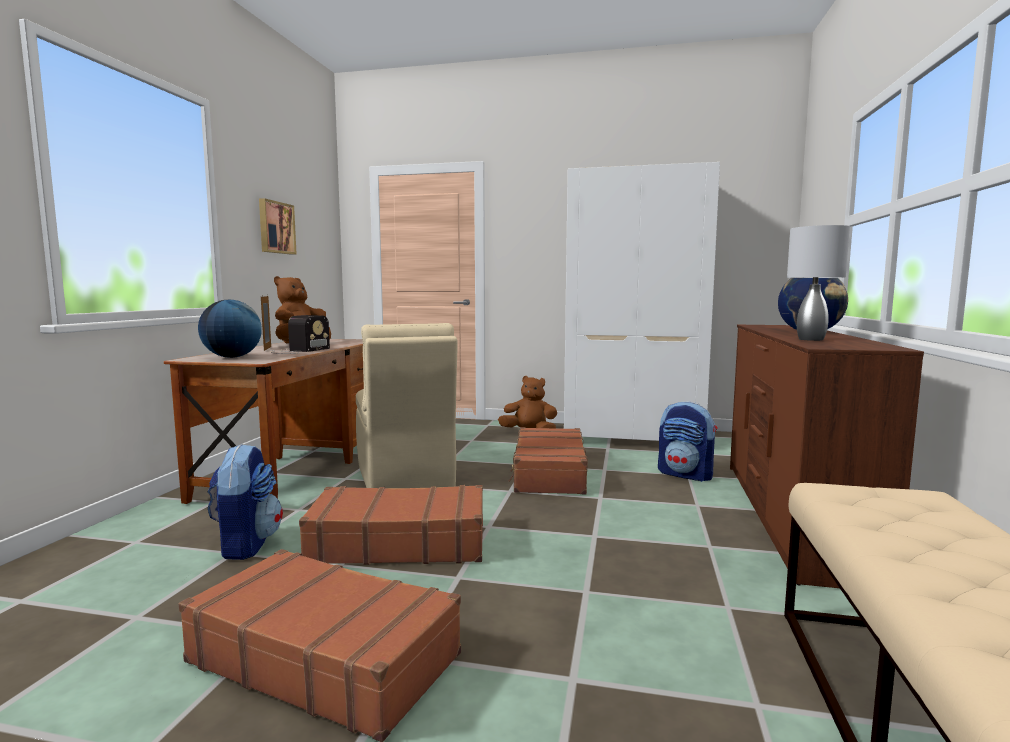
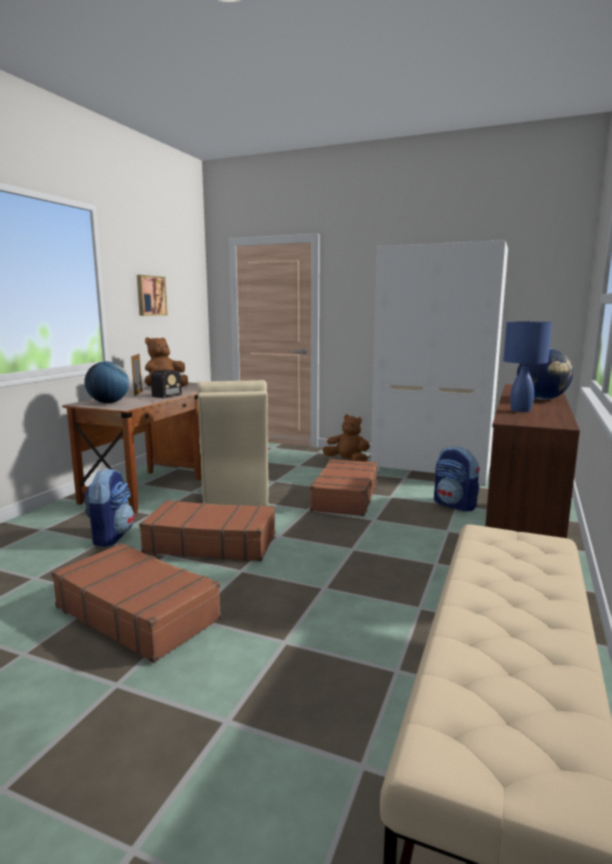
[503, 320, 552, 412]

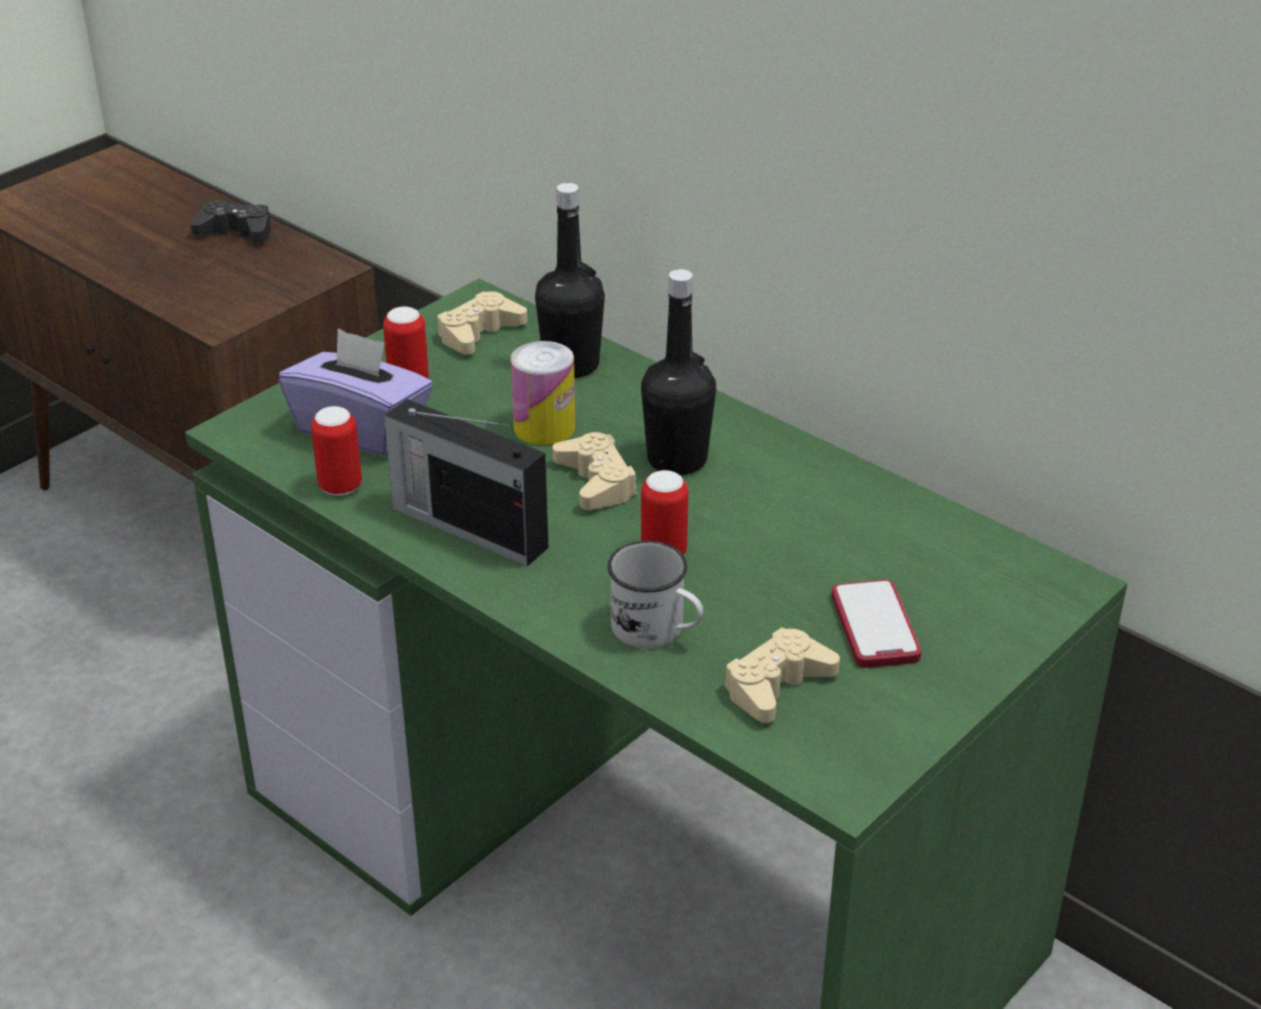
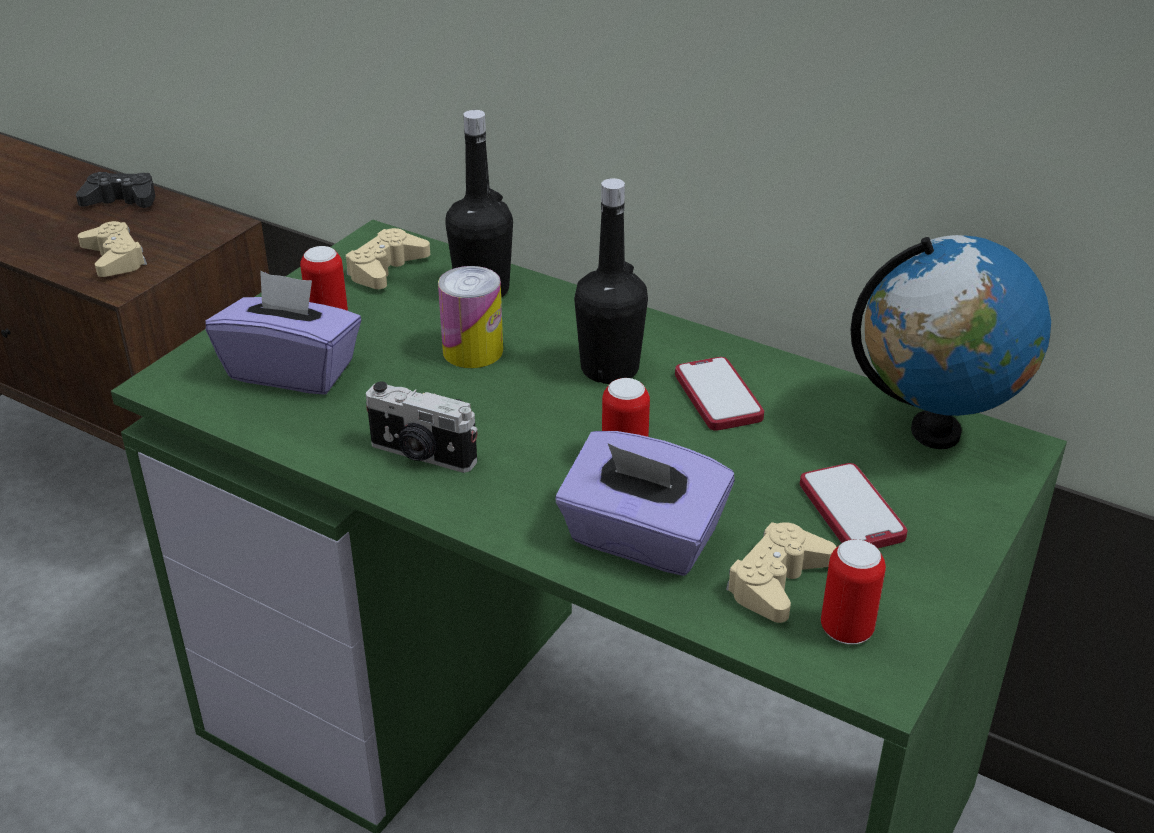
[675, 357, 764, 431]
[851, 235, 1051, 449]
[821, 539, 886, 645]
[78, 221, 147, 277]
[366, 381, 478, 473]
[556, 431, 735, 576]

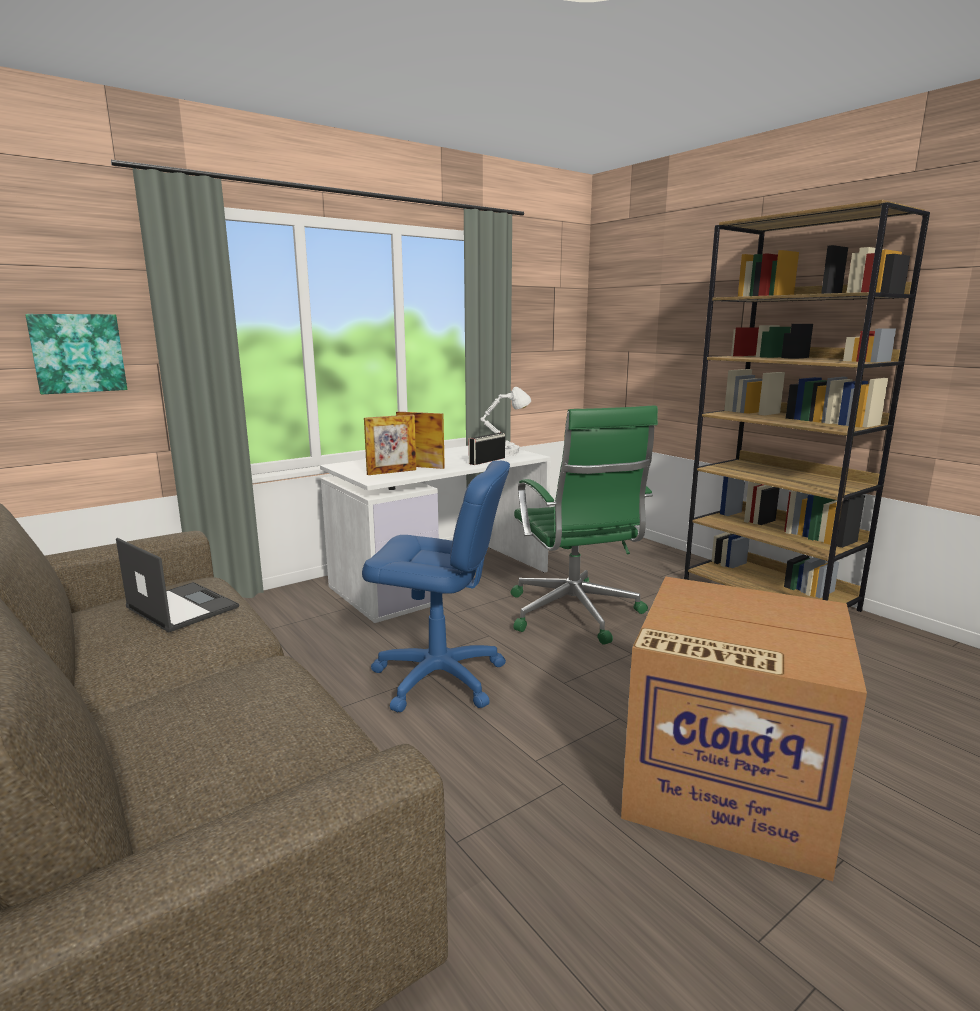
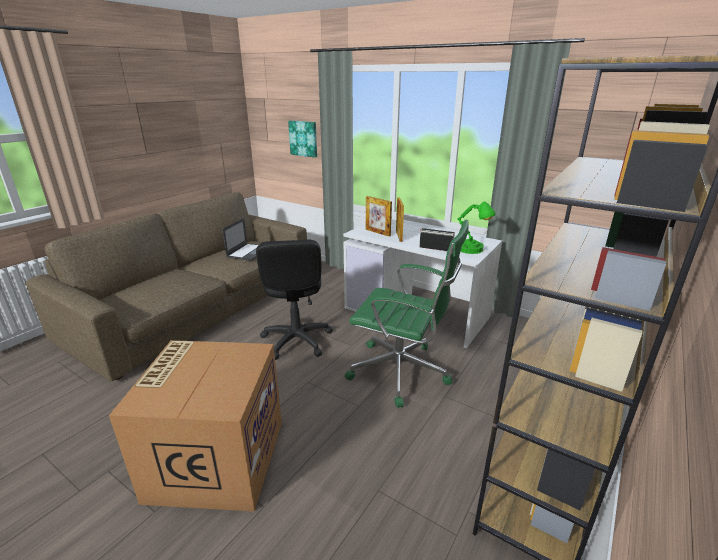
[256, 239, 333, 360]
[457, 201, 496, 254]
[345, 220, 469, 408]

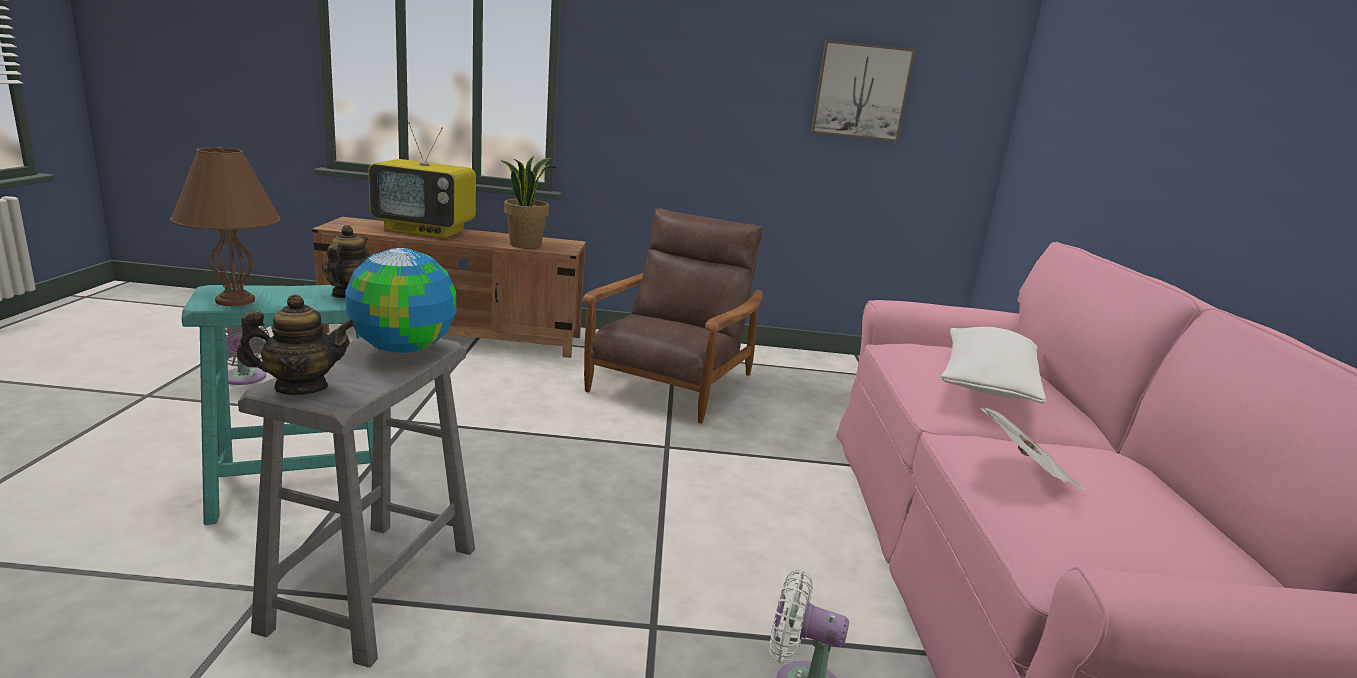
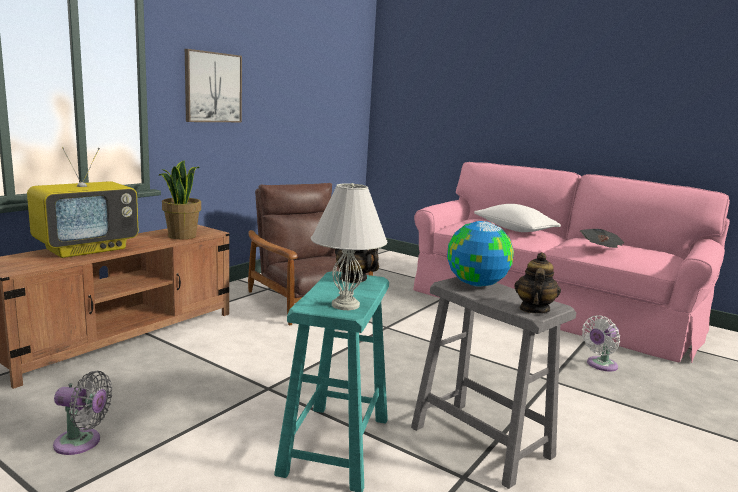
[185, 49, 242, 122]
[311, 183, 387, 310]

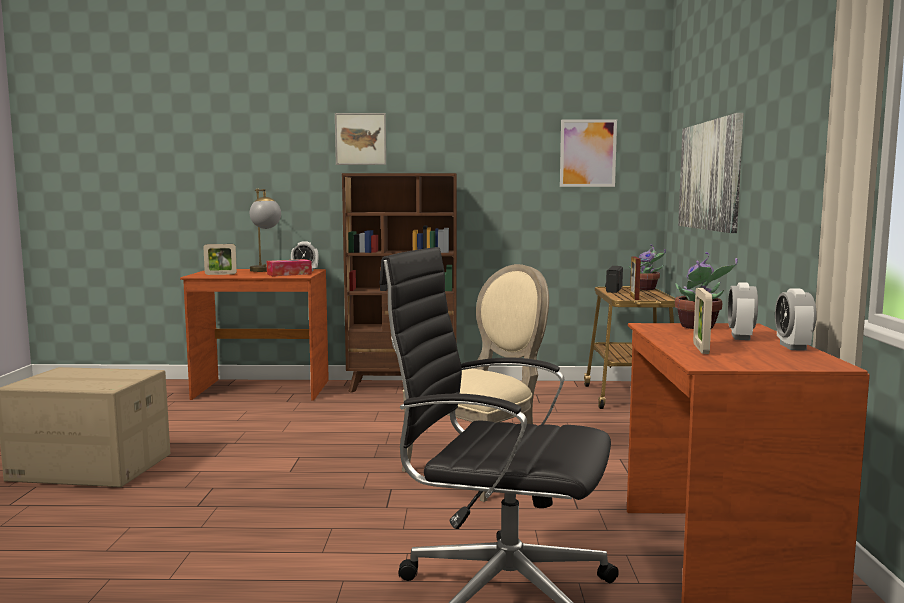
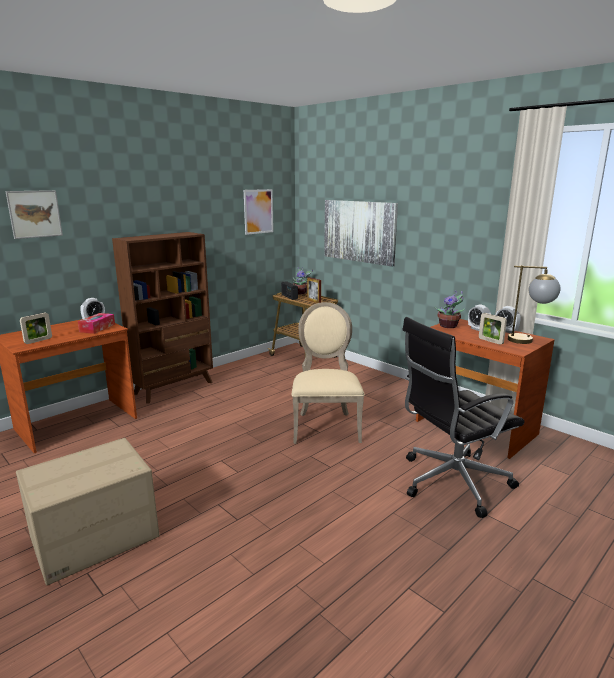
[508, 265, 561, 344]
[6, 190, 63, 239]

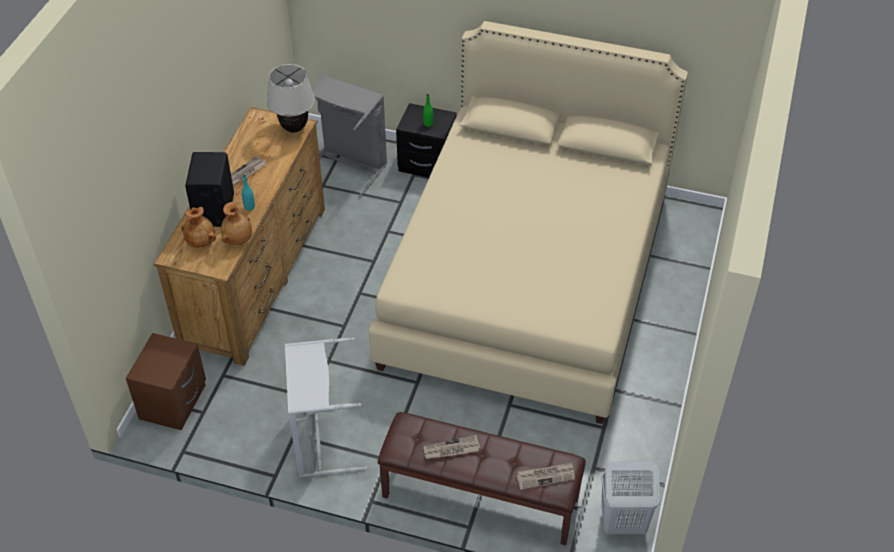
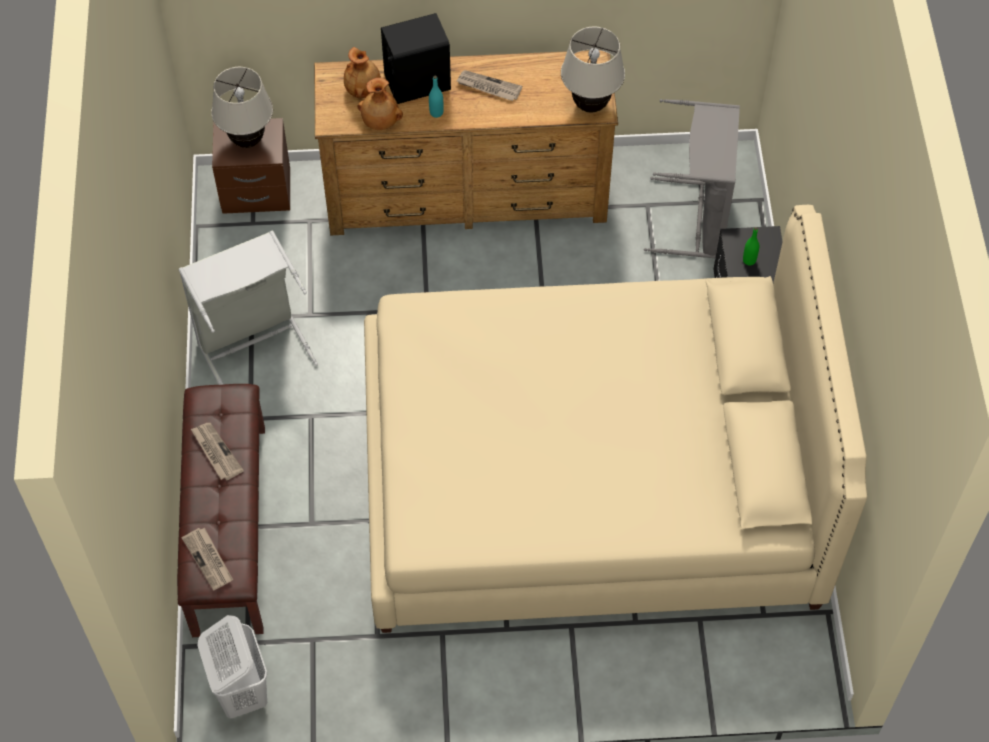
[211, 67, 273, 148]

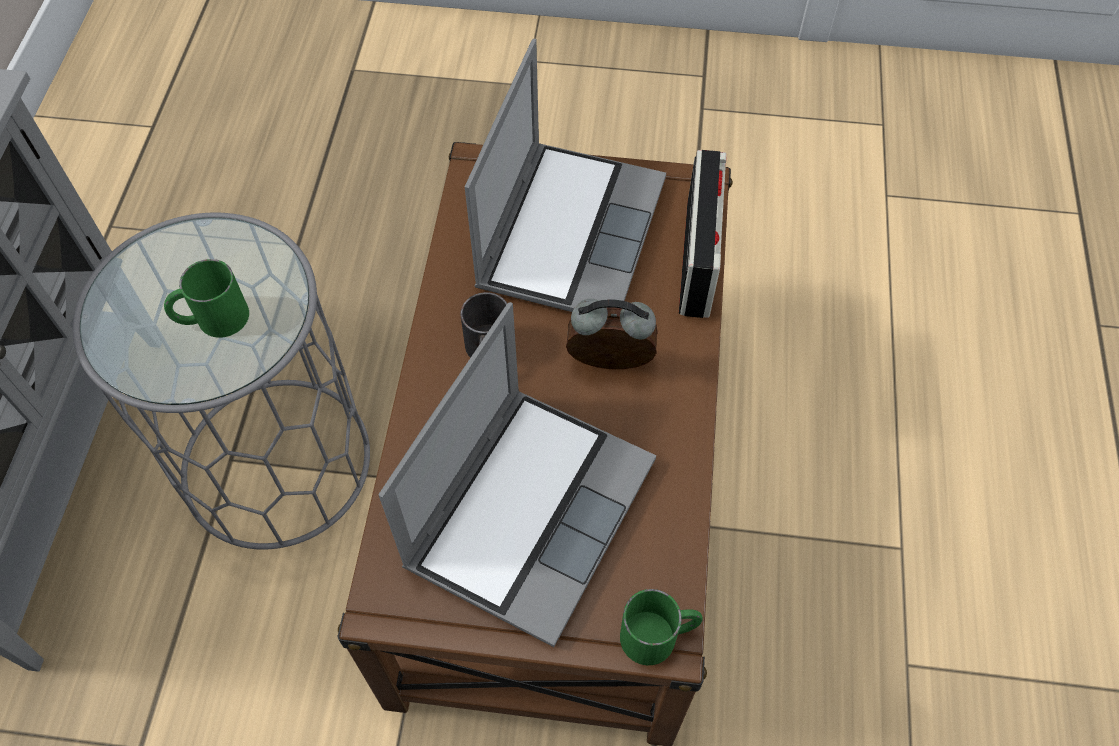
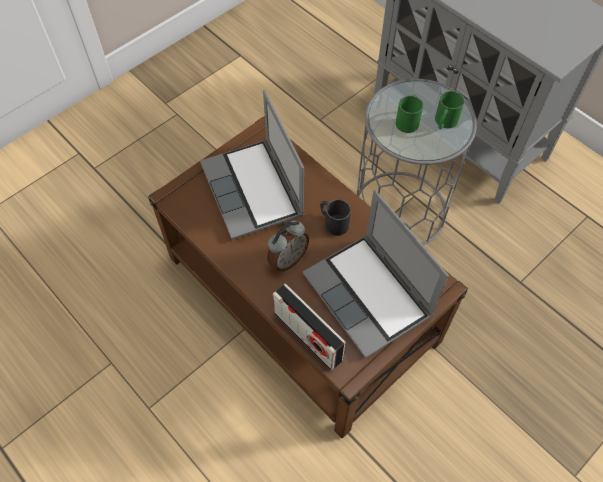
[435, 91, 464, 129]

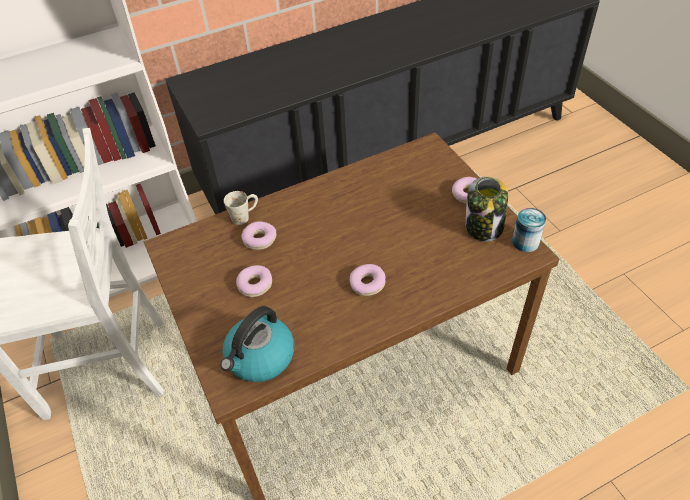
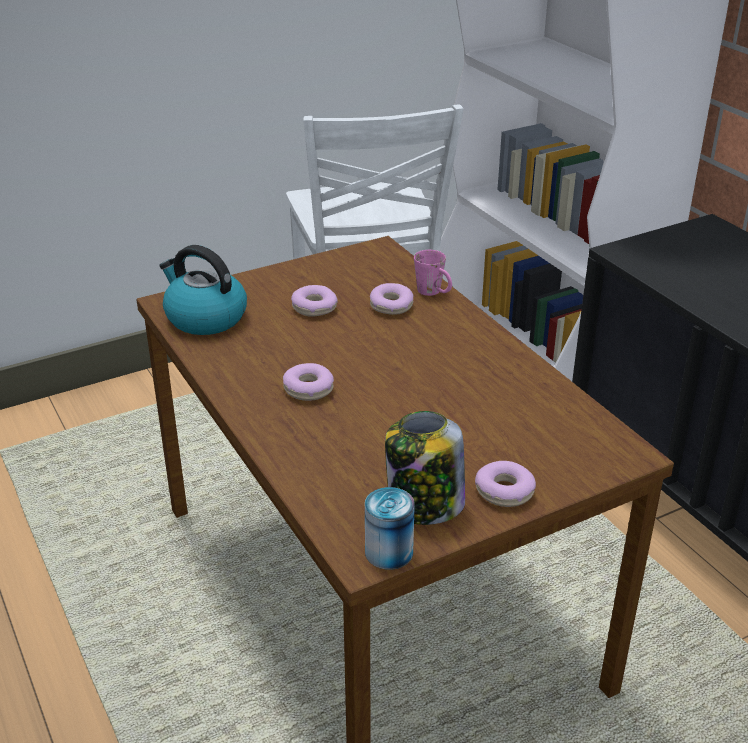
[414, 250, 452, 296]

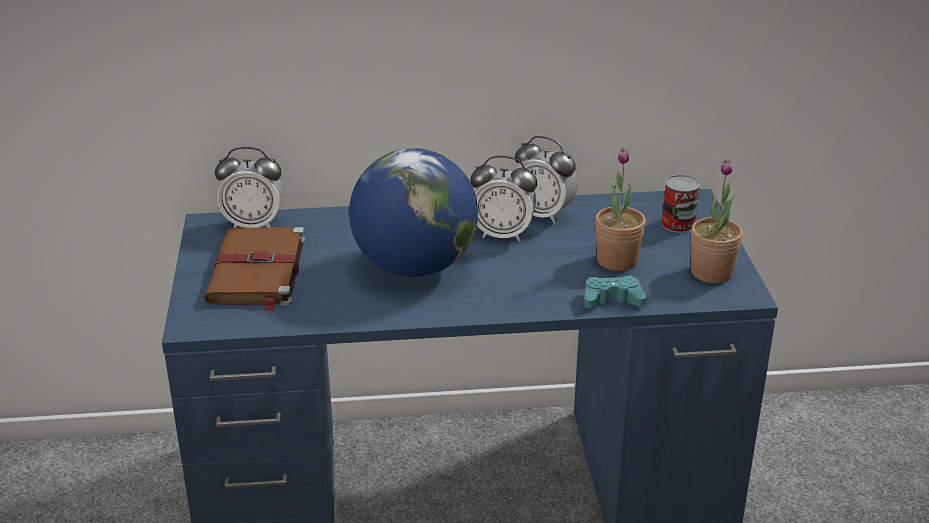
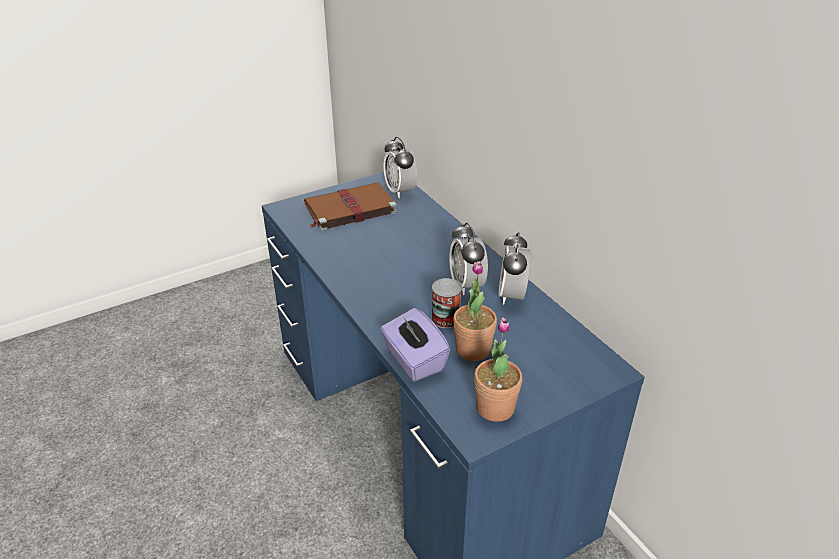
[349, 148, 478, 277] (first image)
[432, 278, 462, 328]
[381, 308, 450, 382]

